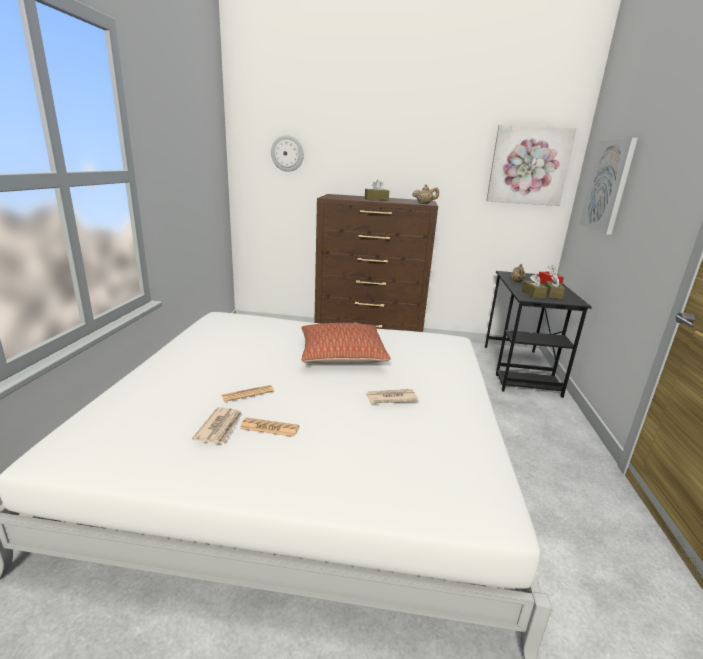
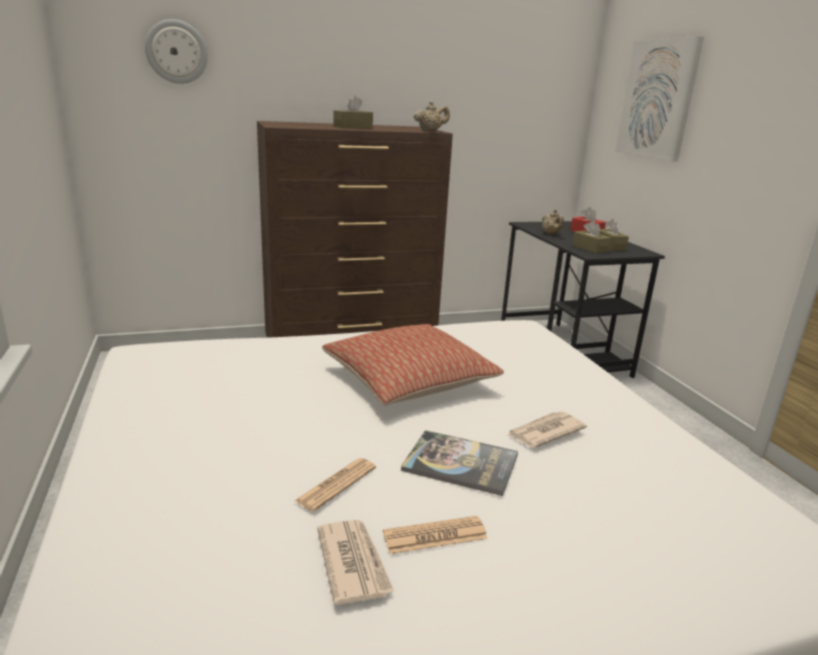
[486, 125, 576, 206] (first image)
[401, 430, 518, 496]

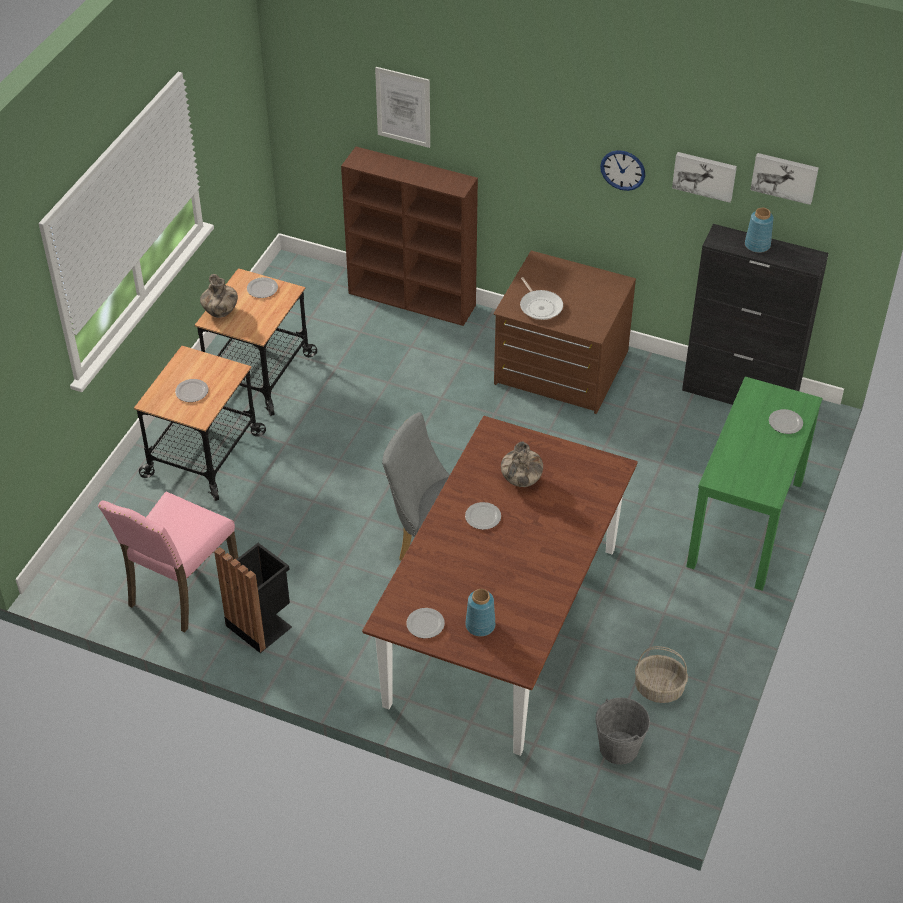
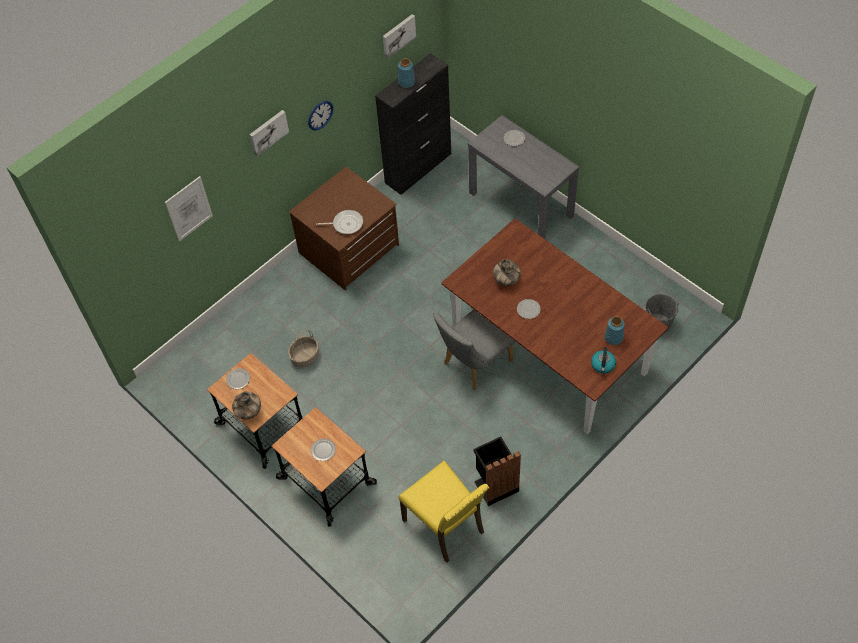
[341, 147, 478, 326] (first image)
[288, 330, 319, 368]
[250, 110, 289, 156]
[591, 347, 616, 374]
[398, 461, 489, 563]
[468, 115, 579, 239]

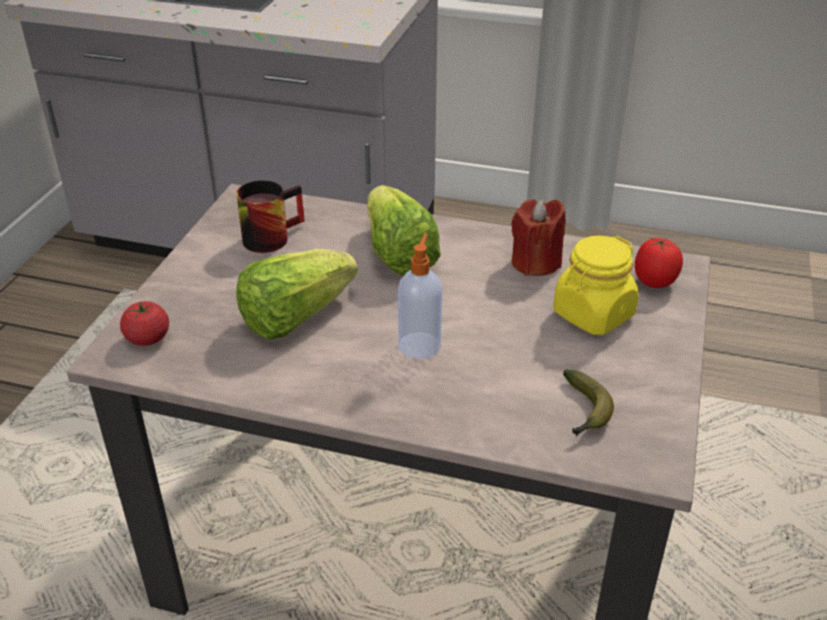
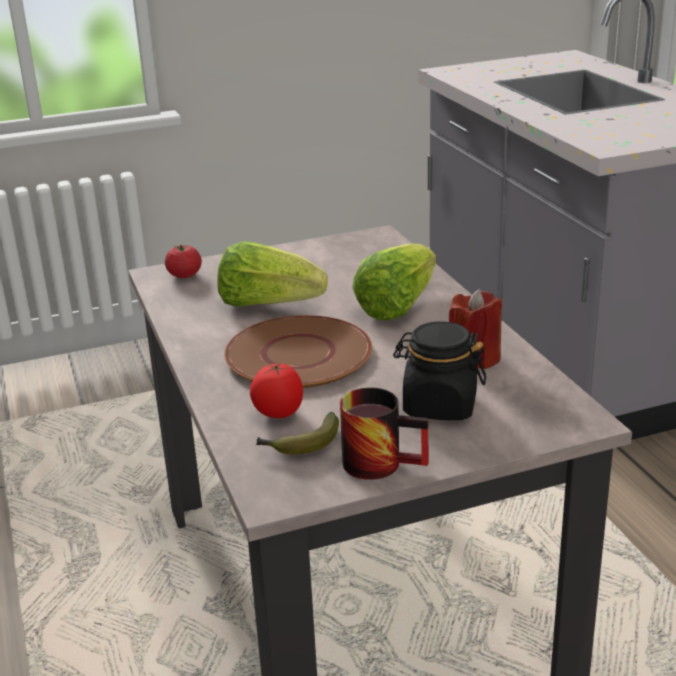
[340, 387, 429, 480]
[250, 362, 303, 418]
[224, 315, 372, 388]
[393, 321, 486, 420]

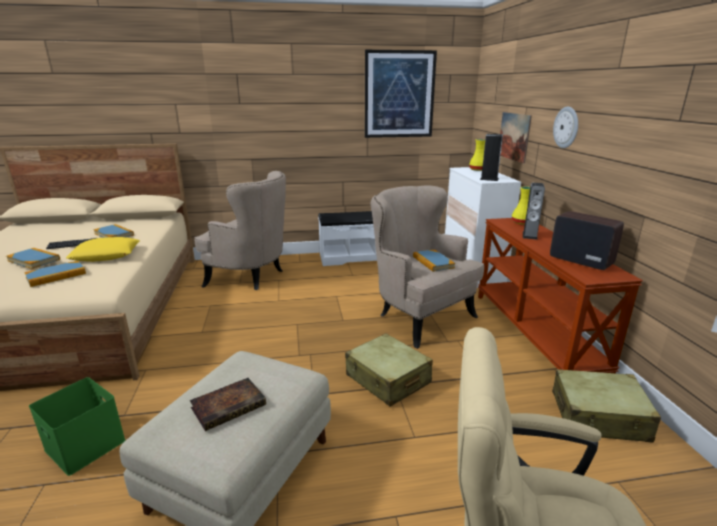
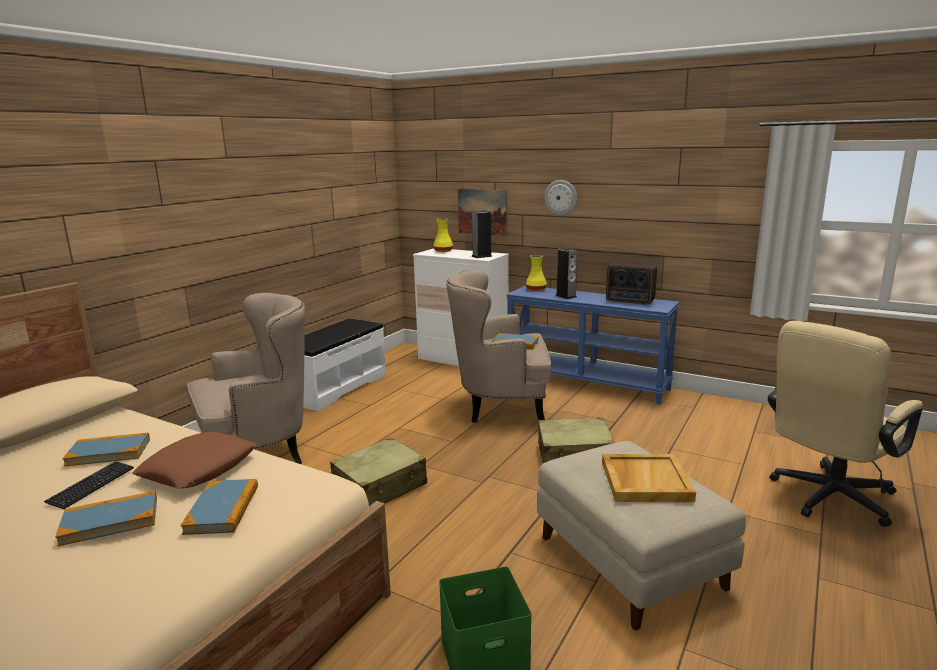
[365, 50, 437, 138] (first image)
[330, 437, 427, 506]
[602, 454, 696, 502]
[132, 432, 257, 488]
[506, 286, 679, 405]
[606, 262, 657, 305]

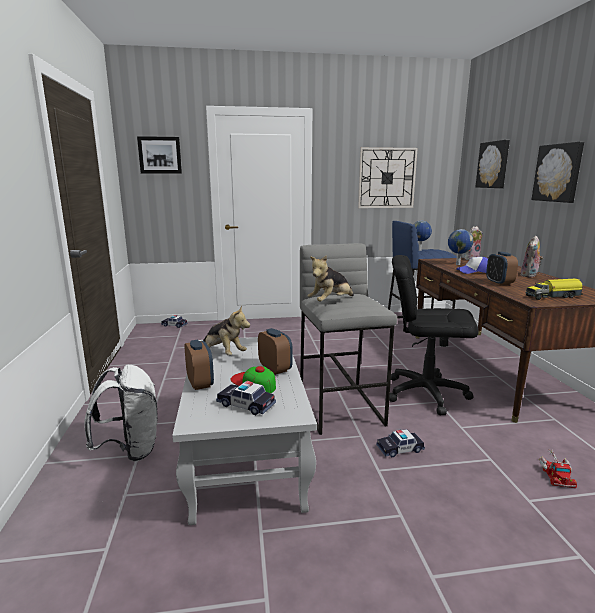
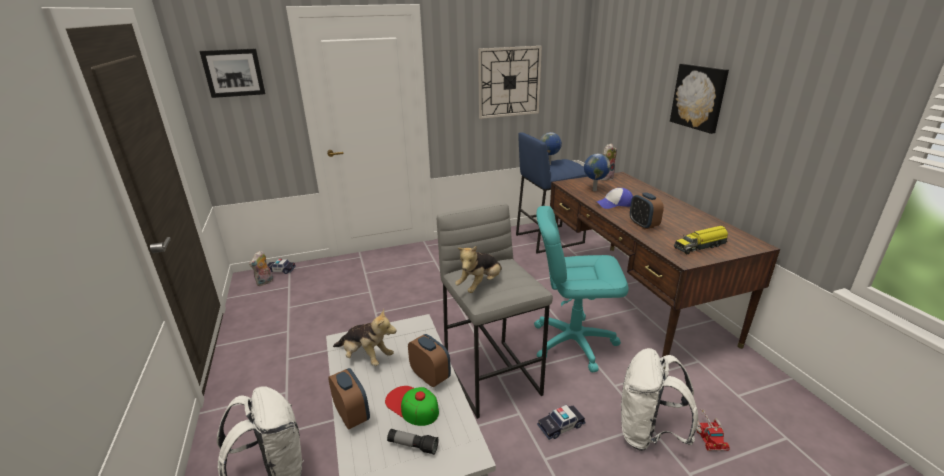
[476, 140, 510, 188] (first image)
[621, 348, 698, 451]
[249, 251, 273, 286]
[387, 429, 439, 455]
[534, 206, 629, 373]

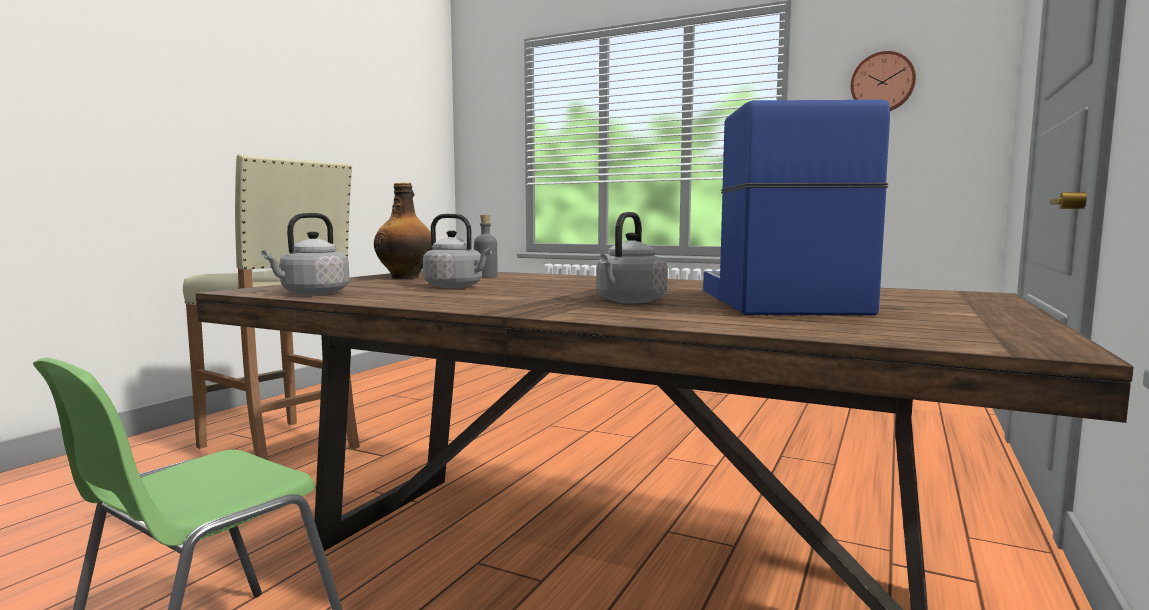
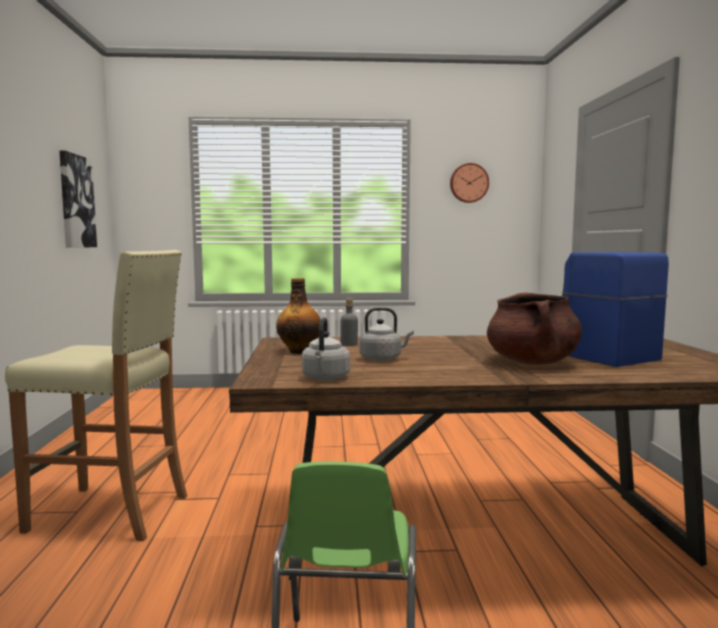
[59, 150, 97, 248]
[487, 293, 582, 365]

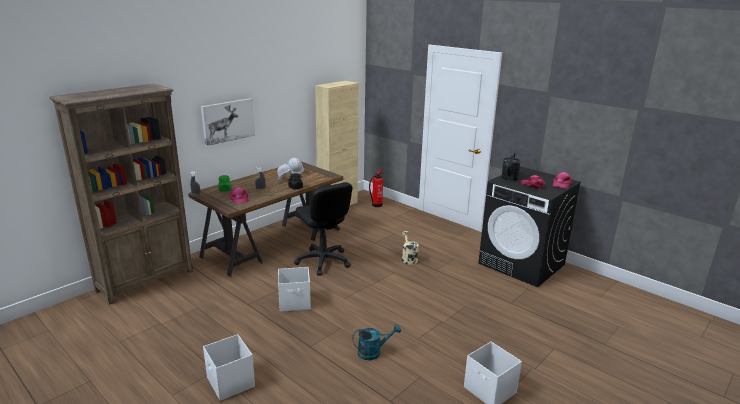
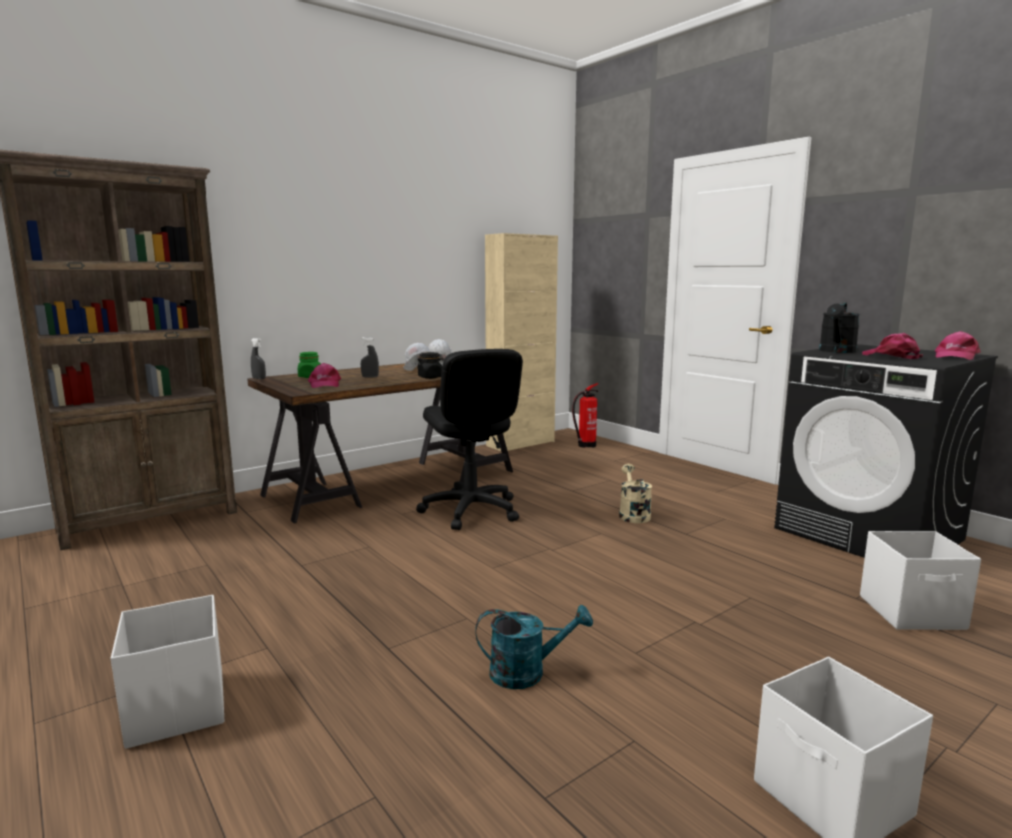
[201, 98, 255, 146] (first image)
[860, 531, 981, 630]

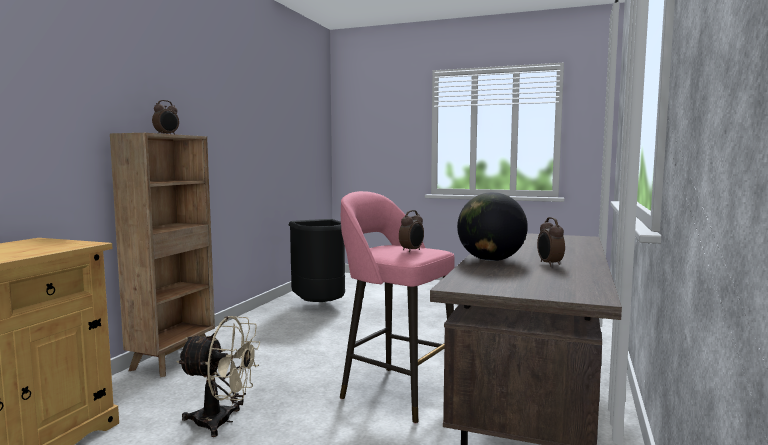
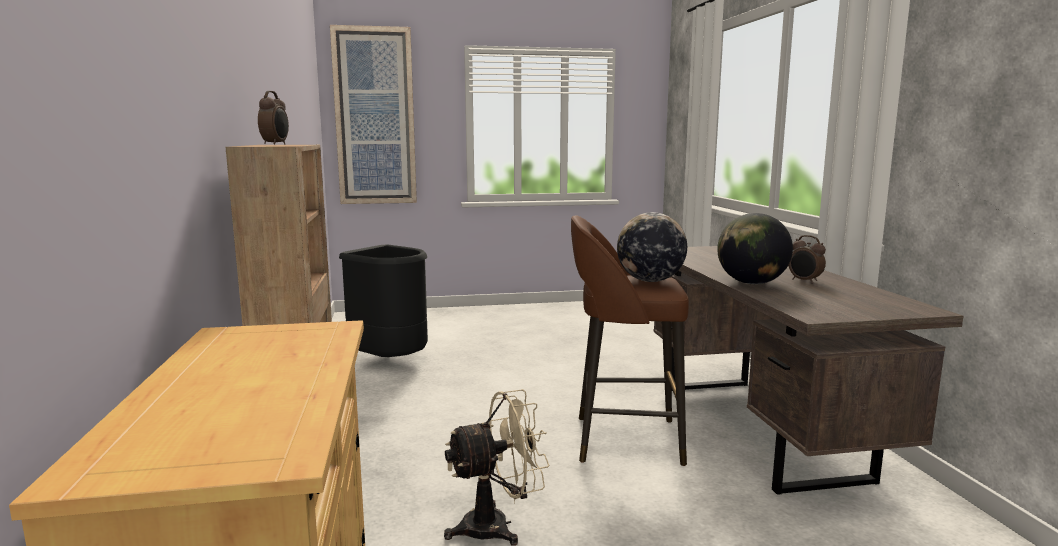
[330, 25, 417, 204]
[617, 212, 687, 282]
[571, 215, 689, 466]

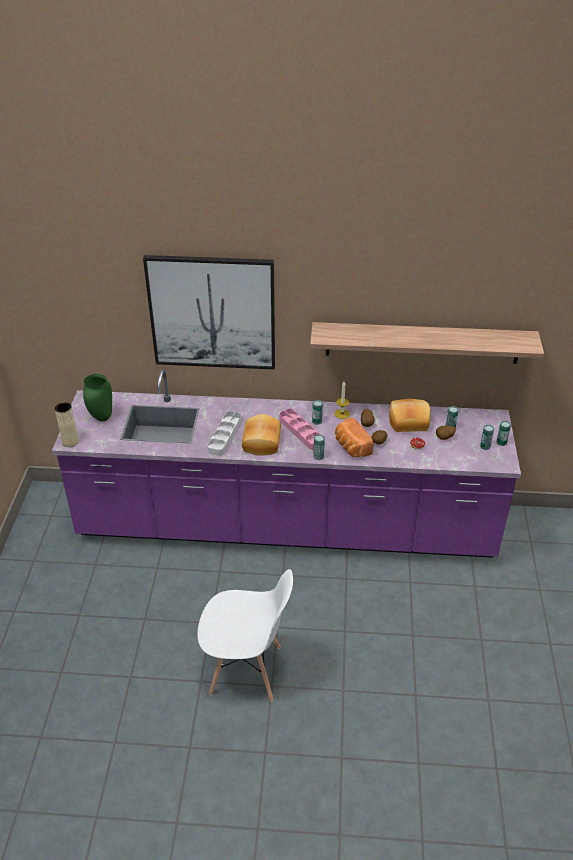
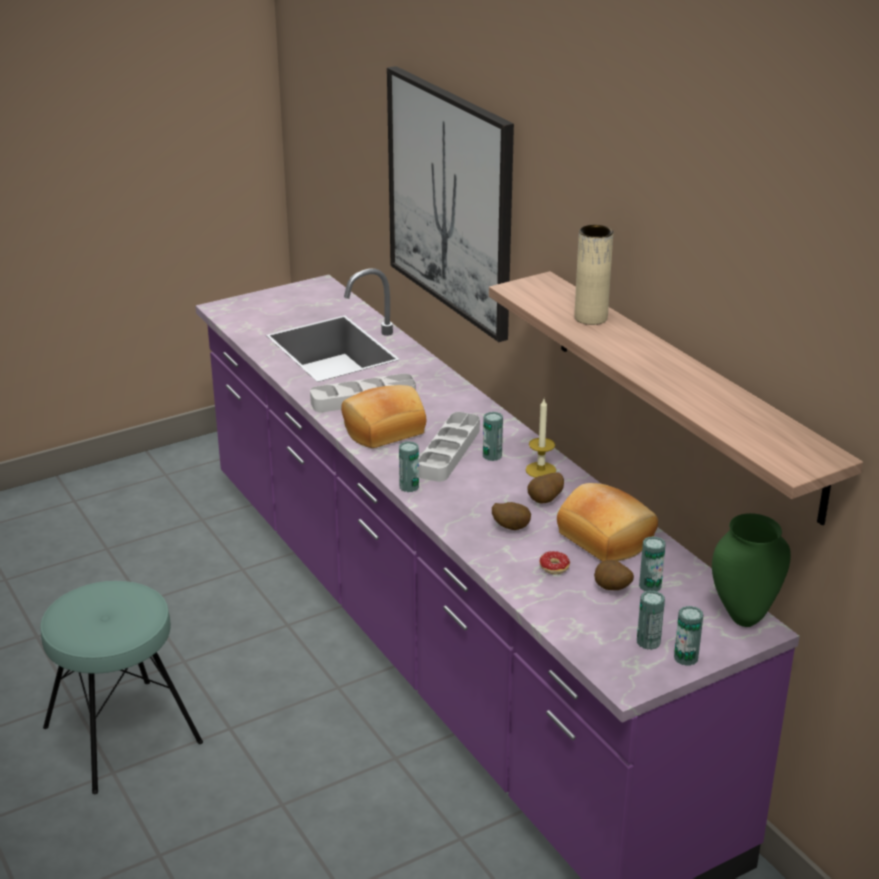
[335, 417, 374, 457] (first image)
[574, 225, 613, 325]
[712, 513, 791, 627]
[40, 581, 203, 794]
[419, 412, 480, 482]

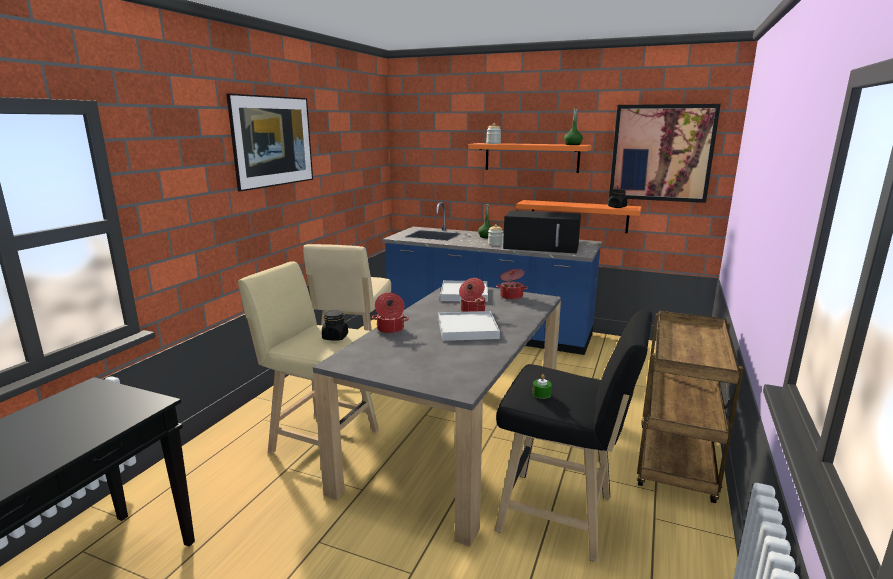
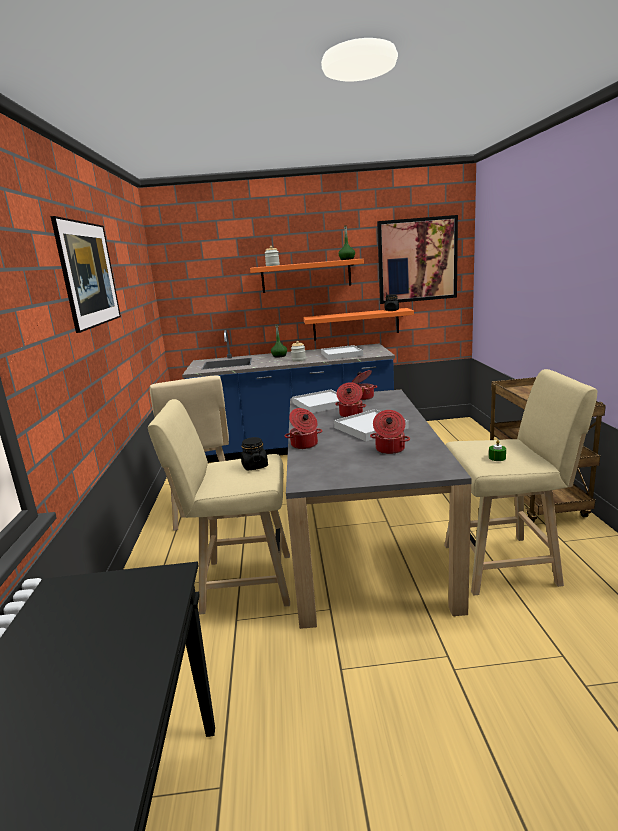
[370, 410, 410, 454]
[321, 345, 363, 360]
[444, 369, 597, 595]

